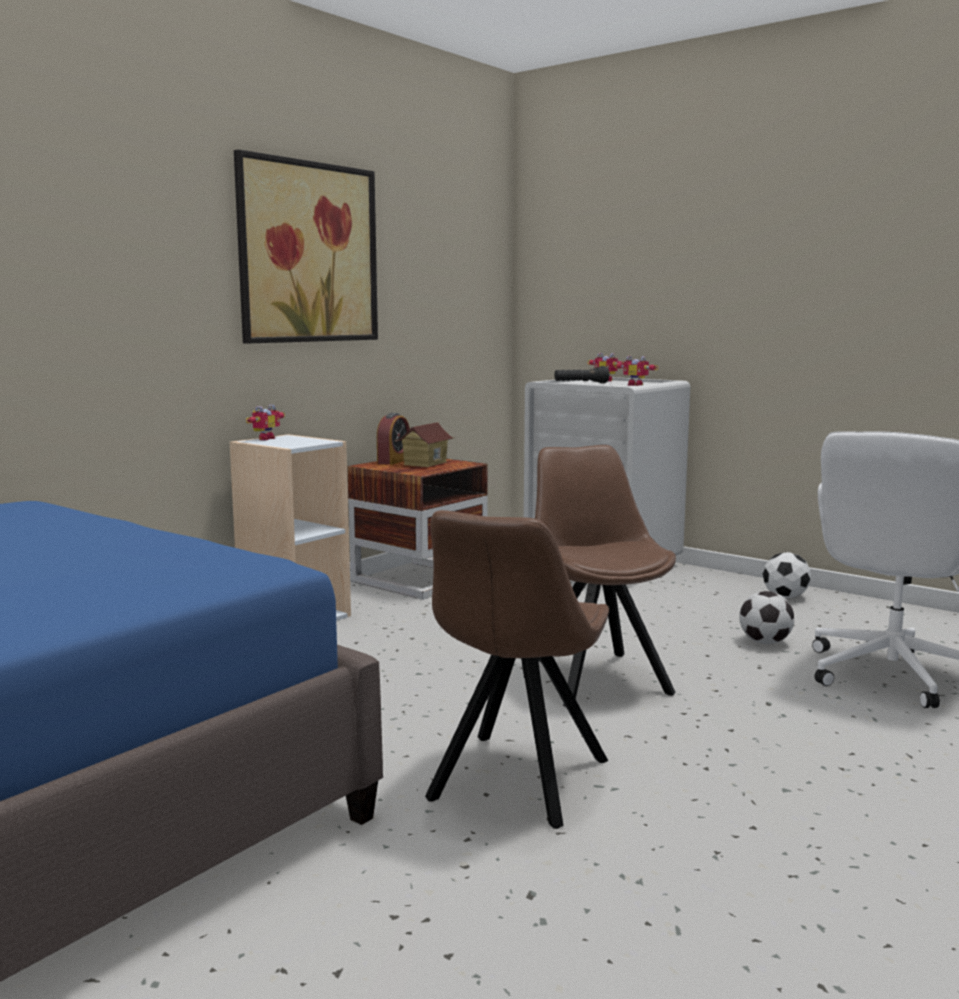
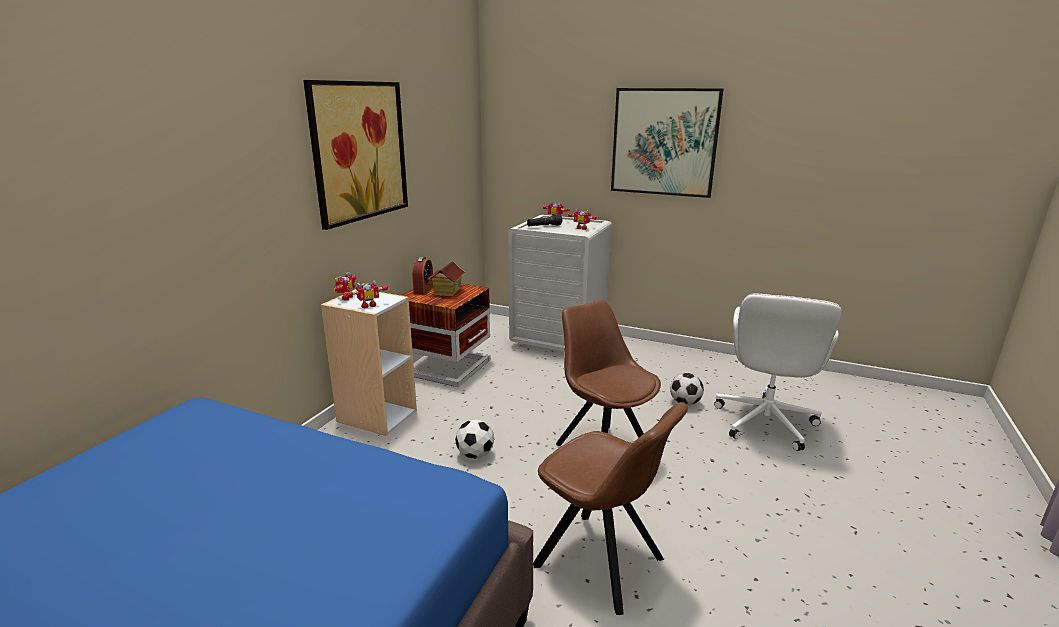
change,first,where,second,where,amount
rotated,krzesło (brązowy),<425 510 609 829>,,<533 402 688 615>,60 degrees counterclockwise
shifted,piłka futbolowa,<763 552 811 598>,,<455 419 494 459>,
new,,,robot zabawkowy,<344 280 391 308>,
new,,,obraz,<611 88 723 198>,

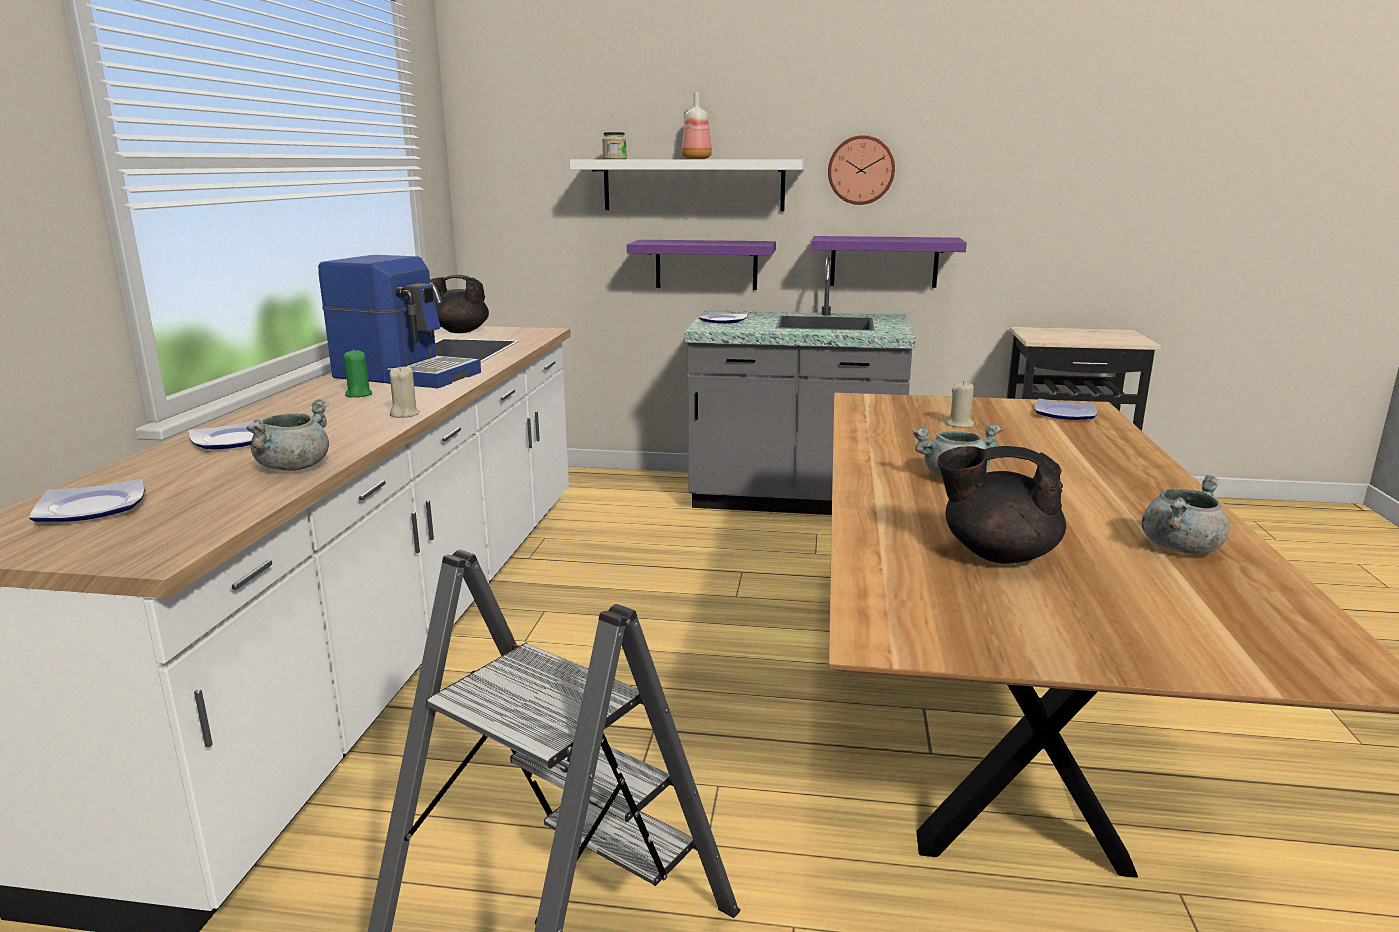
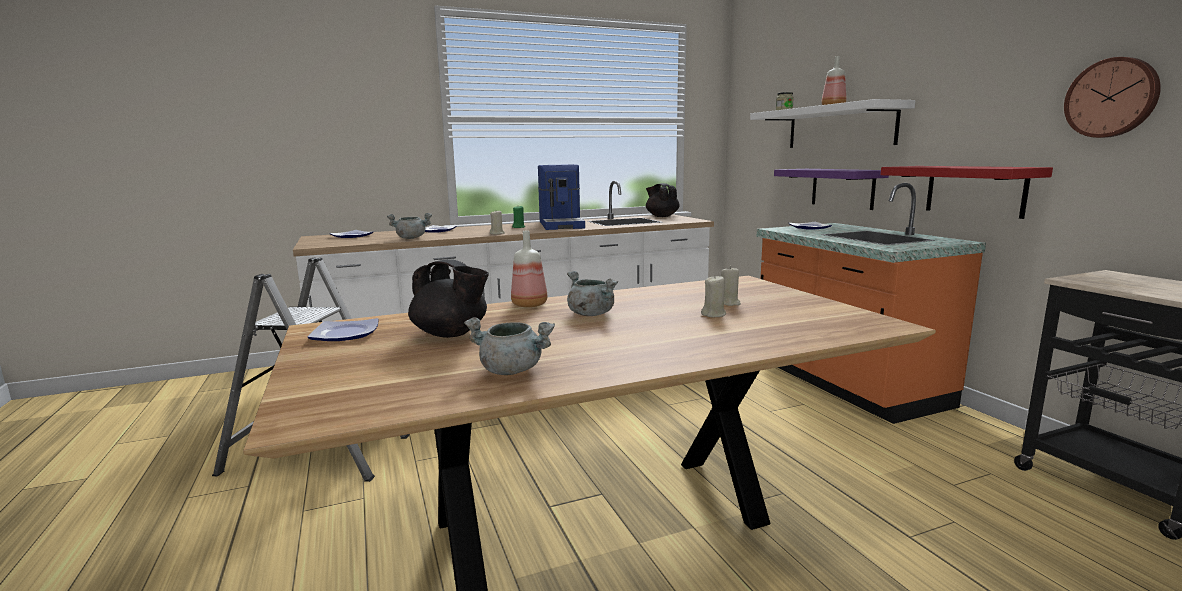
change,first,where,second,where,amount
repainted,zabudowa kuchenna (szary),<685 257 916 515>,zabudowa kuchenna (pomarańczowy),<756 183 986 424>,
repainted,półka (fioletowy),<812 236 967 288>,półka (czerwony),<881 166 1053 219>,
shifted,zegar ścienny,<828 135 895 205>,,<1064 57 1161 138>,
rotated,imbryk (czarny),<938 446 1066 564>,,<408 259 489 338>,135 degrees clockwise
shifted,talerz,<1034 398 1097 420>,,<307 318 379 341>,
new,,,butelka,<511 231 547 307>,
new,,,świeca (beżowy),<701 275 726 317>,

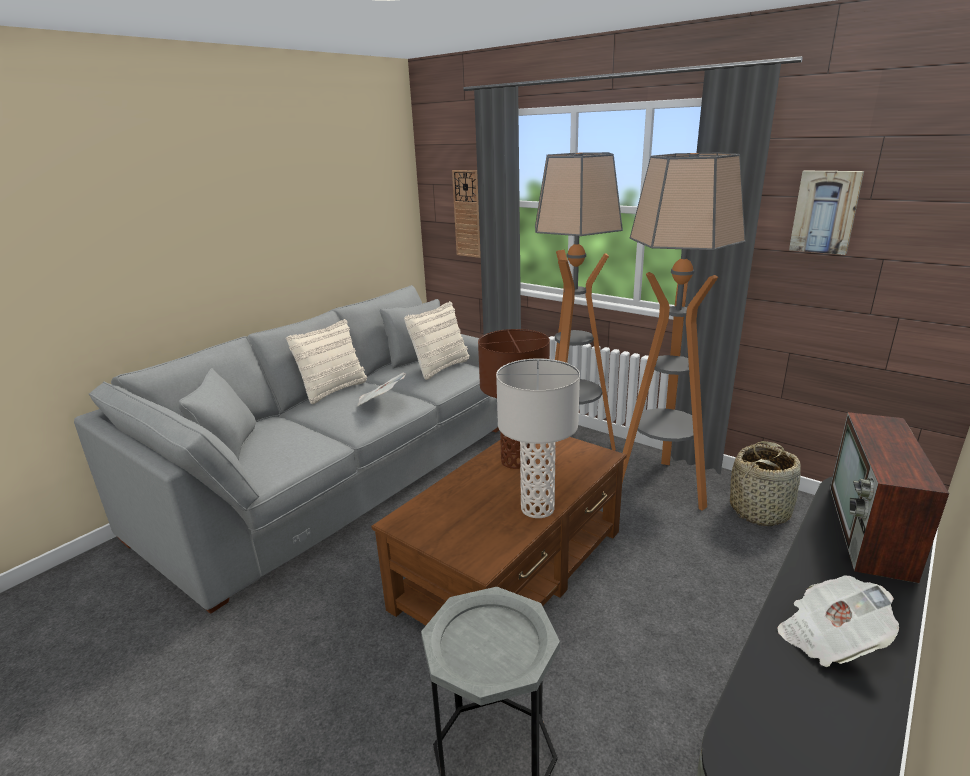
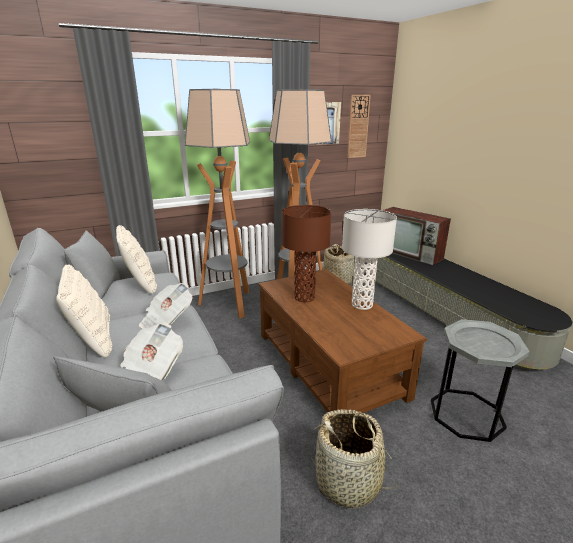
change,first,where,second,where,amount
shifted,zegar ścienny,<452 170 481 258>,,<347 95 371 158>,
shifted,gazeta,<777 576 899 667>,,<120 323 183 380>,
new,,,koszyk,<311 409 400 508>,

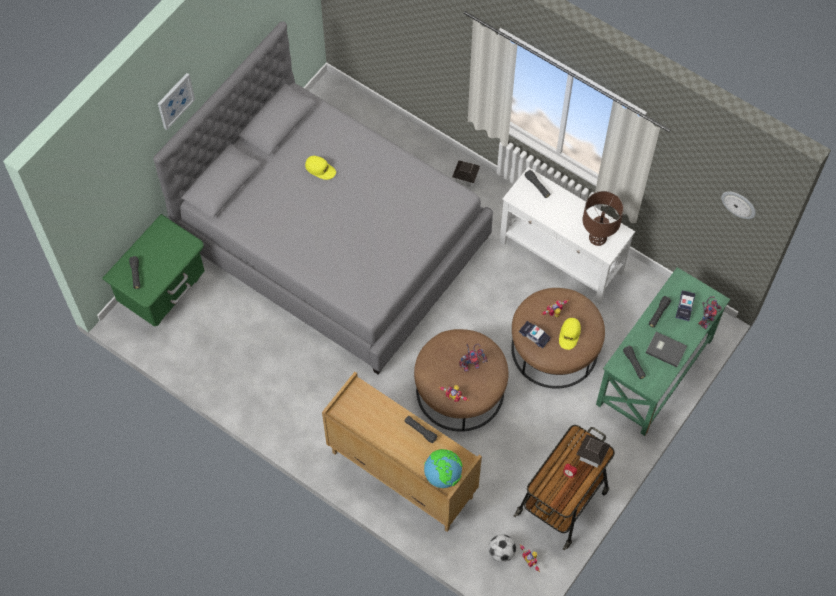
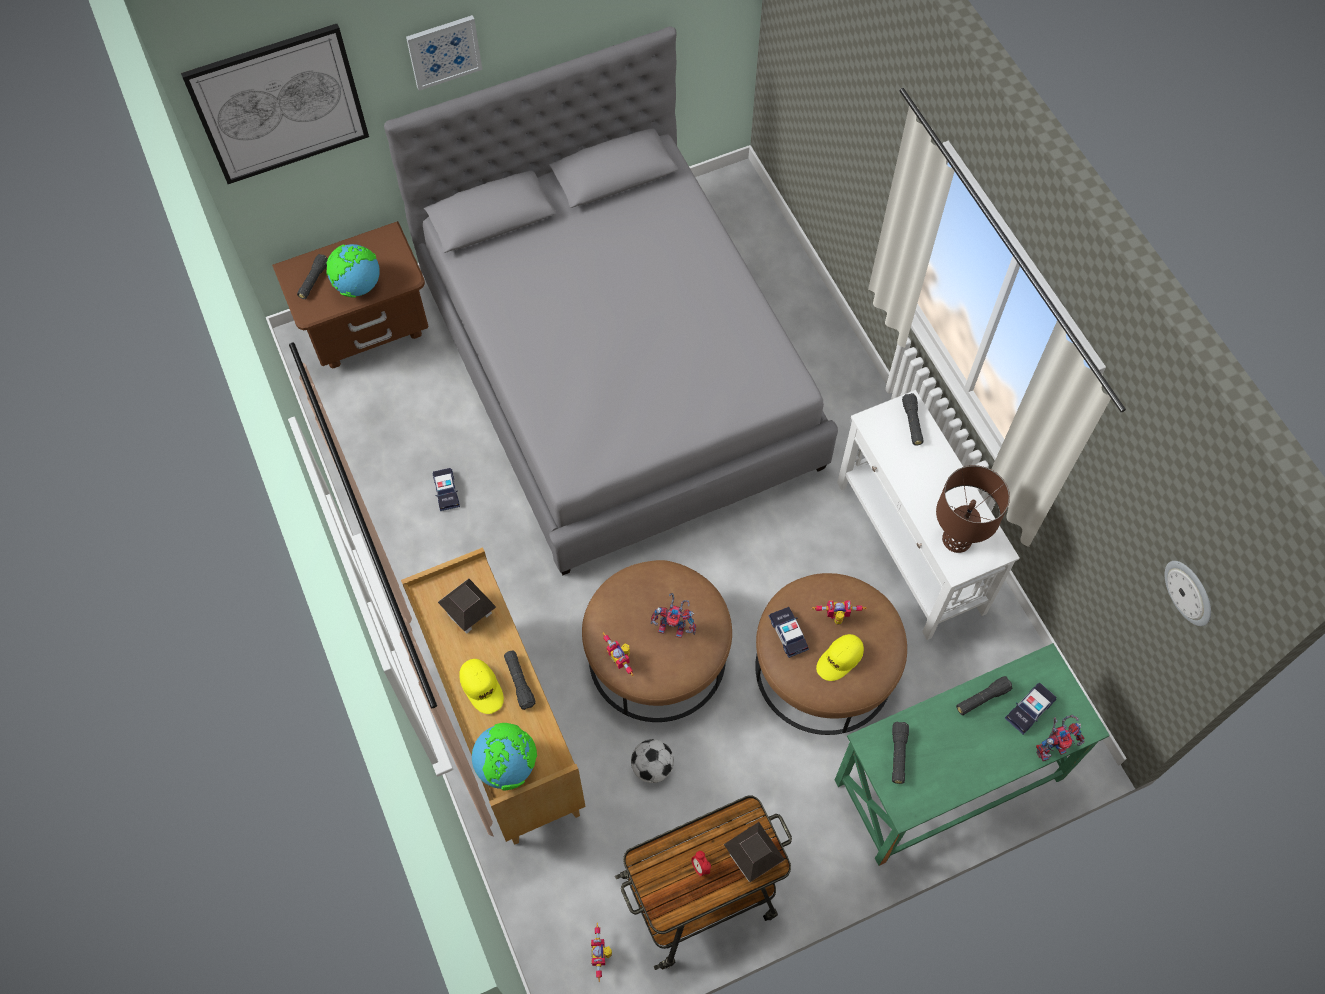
change,first,where,second,where,amount
repainted,szafka nocna (zielony),<102 214 205 326>,szafka nocna (brązowy),<272 221 428 368>,
shifted,czapka z daszkiem (żółty),<305 156 336 180>,,<459 659 504 714>,
shifted,domek,<452 160 480 187>,,<438 579 496 634>,
shifted,piłka futbolowa,<488 534 516 562>,,<631 739 674 783>,
gone,książka (szary),<646 332 687 367>,,,
new,,,obraz,<181 24 369 184>,
new,,,globus,<326 244 380 298>,
new,,,samochodzik,<432 468 460 511>,

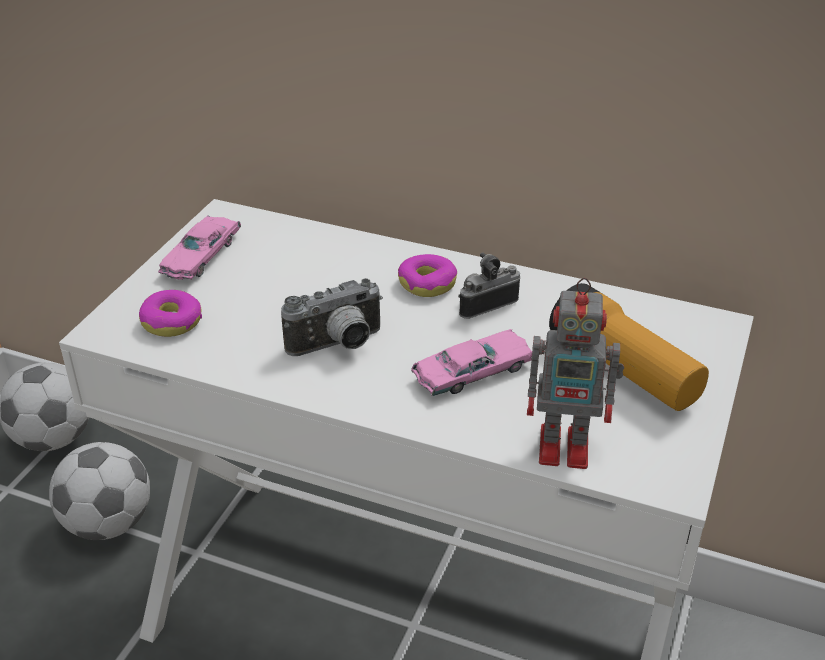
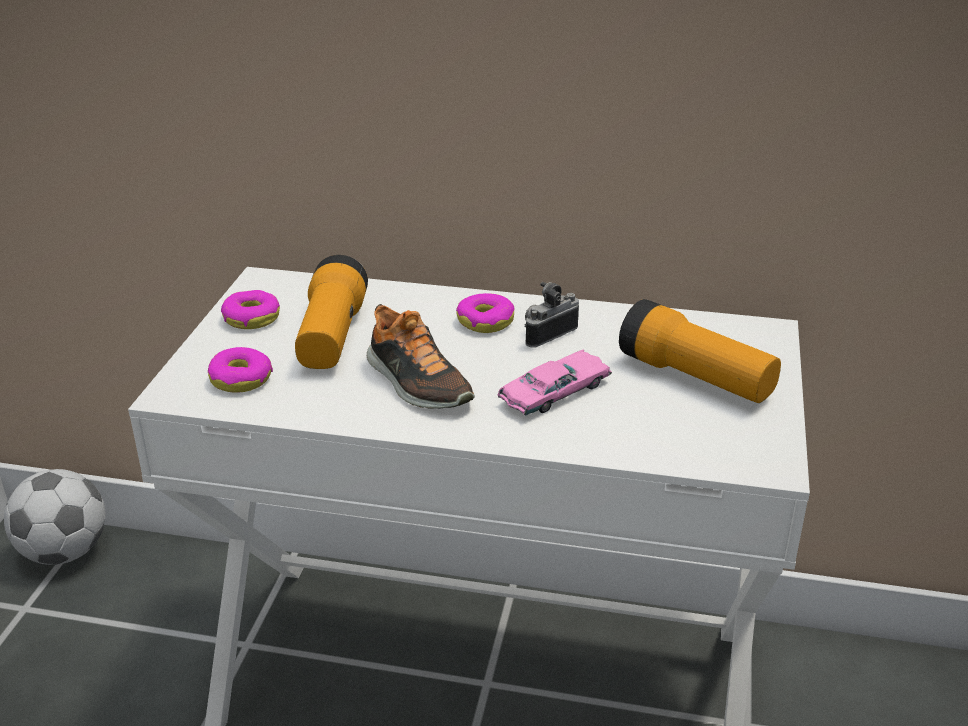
change,first,where,second,where,amount
gone,piłka futbolowa,<49 442 150 540>,,,
swapped,samochodzik (różowy),<158 215 241 280>,donut,<221 290 280 329>,
swapped,aparat fotograficzny,<281 278 383 356>,but,<367 304 475 409>,
gone,robot zabawkowy,<527 278 624 469>,,,
new,,,latarka,<295 255 368 369>,

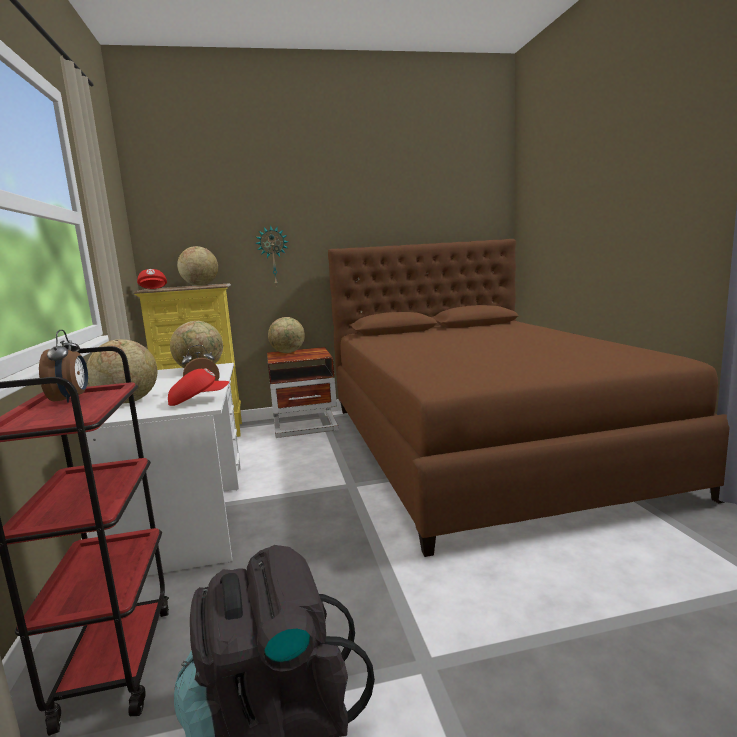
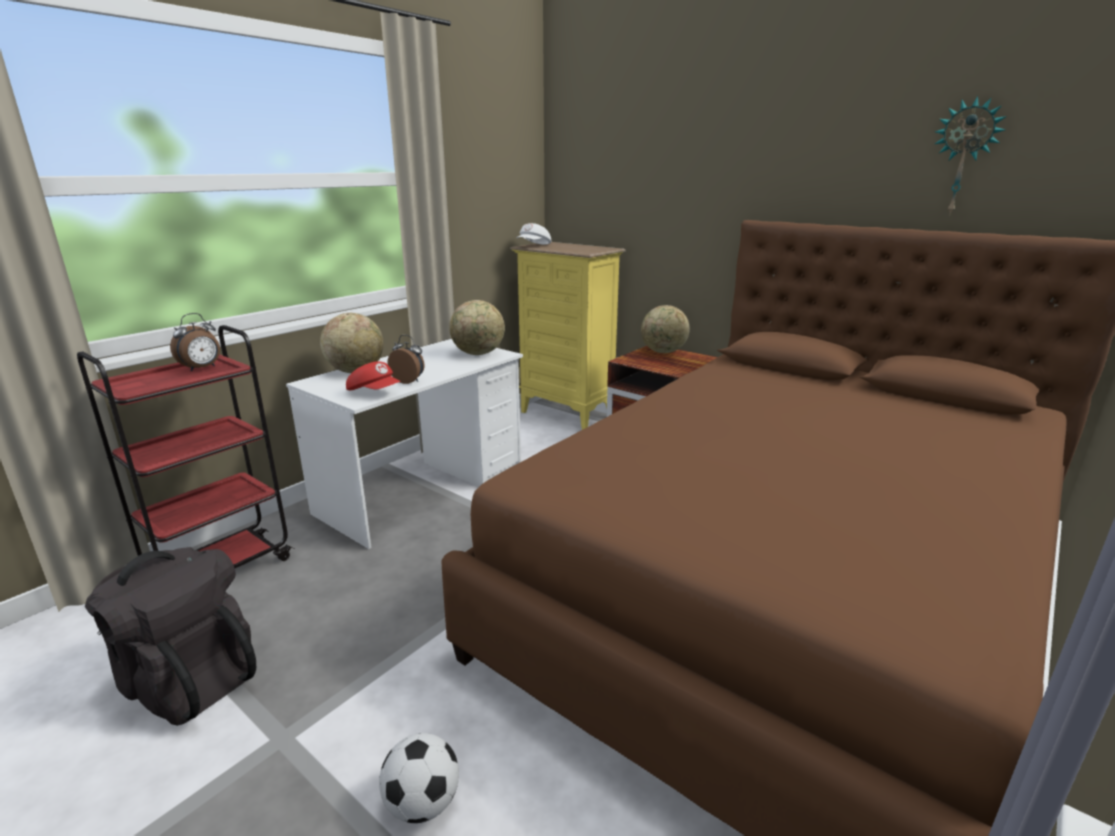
change,first,where,second,where,amount
repainted,czapka z daszkiem (czerwony),<137 269 167 289>,czapka z daszkiem (biały),<517 223 551 245>,
gone,globus,<177 246 218 286>,,,
shifted,zegar ścienny,<255 225 289 287>,,<935 96 1007 216>,
new,,,piłka futbolowa,<379 733 459 823>,

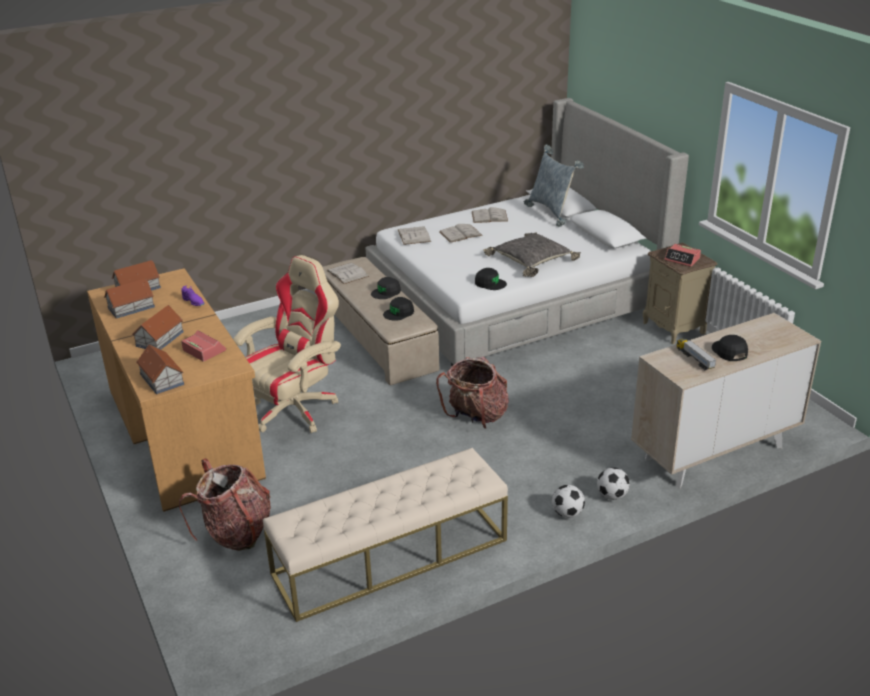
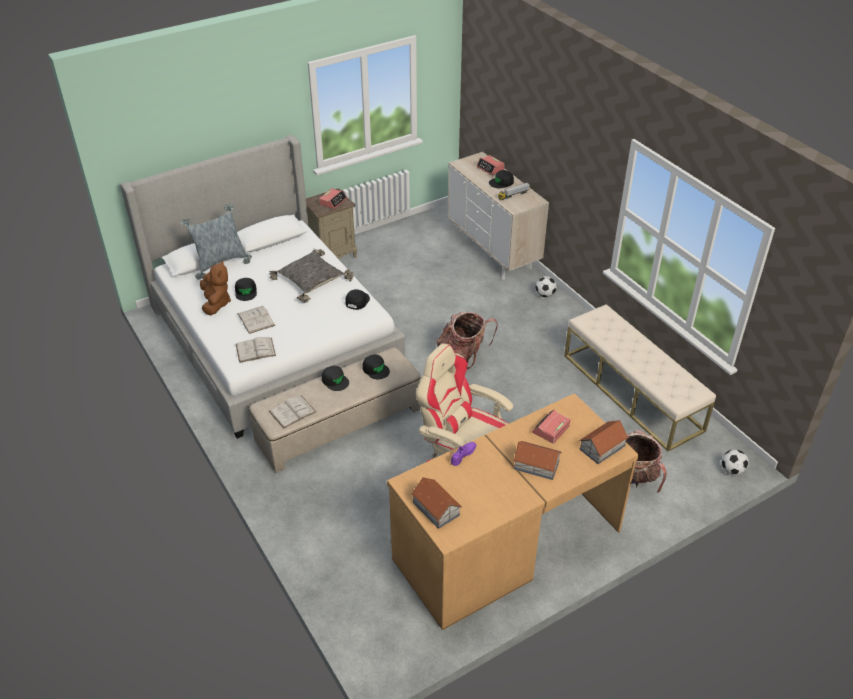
change,first,where,second,where,amount
gone,domek,<104 279 155 319>,,,
swapped,książka (biały),<472 207 508 223>,pluszak (brązowy),<200 261 231 315>,
shifted,piłka futbolowa,<552 485 585 518>,,<722 449 749 475>,
new,,,czapka z daszkiem (czarny),<235 278 257 301>,
new,,,budzik,<476 155 505 175>,

